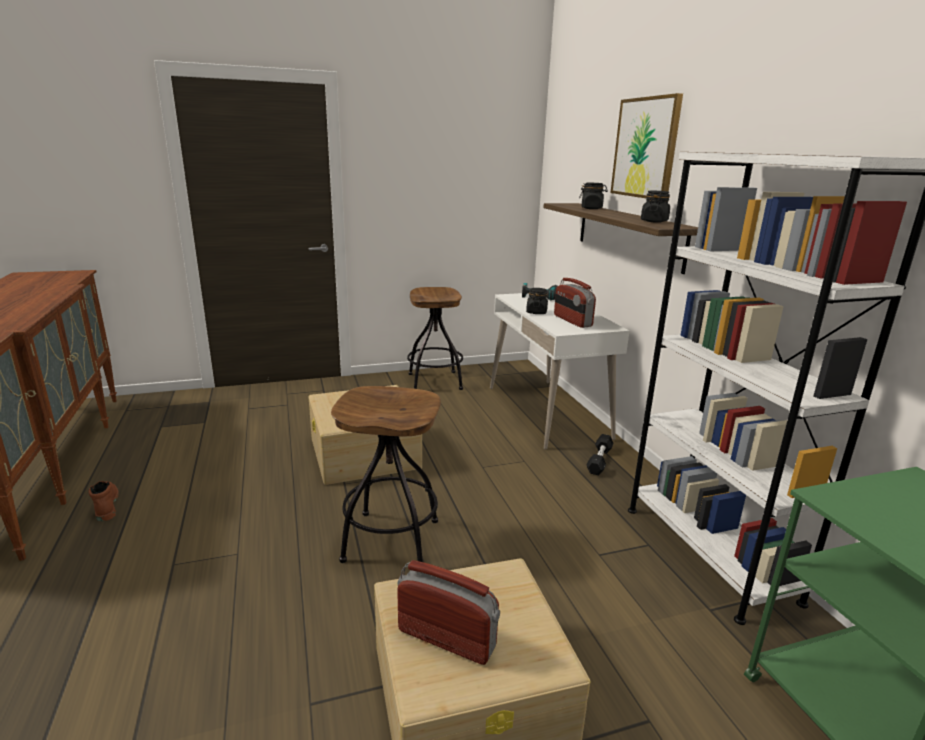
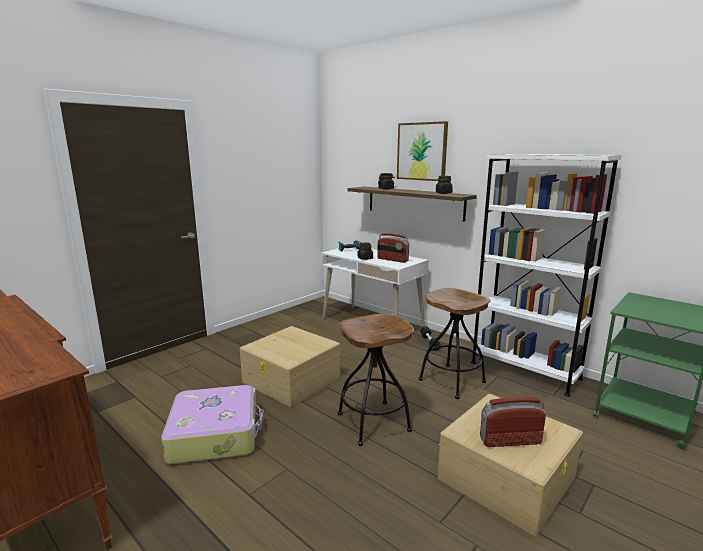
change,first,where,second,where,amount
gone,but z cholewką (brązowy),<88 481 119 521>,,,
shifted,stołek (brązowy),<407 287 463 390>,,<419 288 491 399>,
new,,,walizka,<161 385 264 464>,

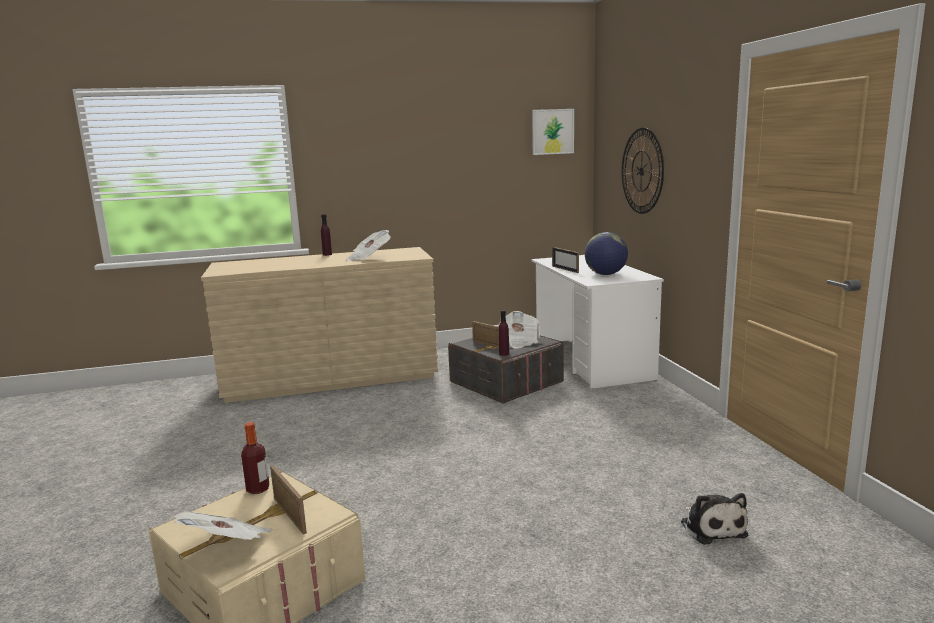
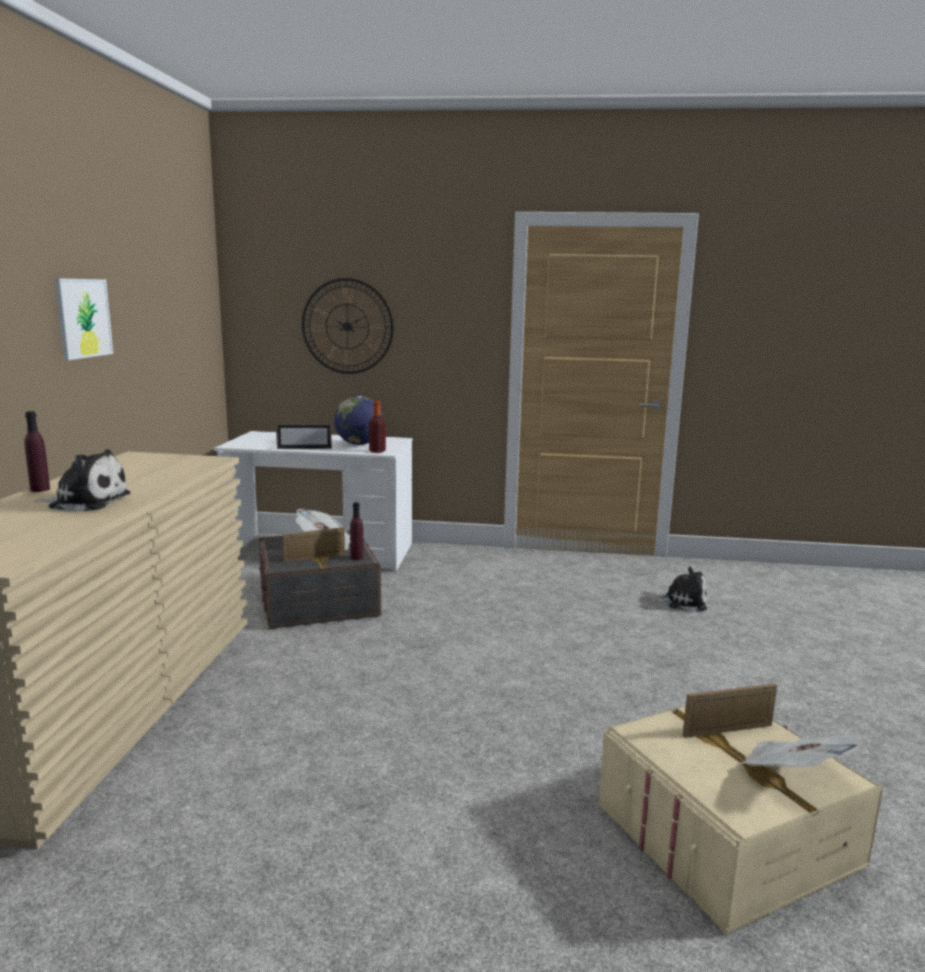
change,first,where,second,where,amount
shifted,butelka,<241 422 269 494>,,<369 401 386 453>,
gone,gazeta,<346 230 391 261>,,,
shifted,obraz,<532 109 574 155>,,<55 278 113 360>,
new,,,pluszak,<34 449 130 512>,

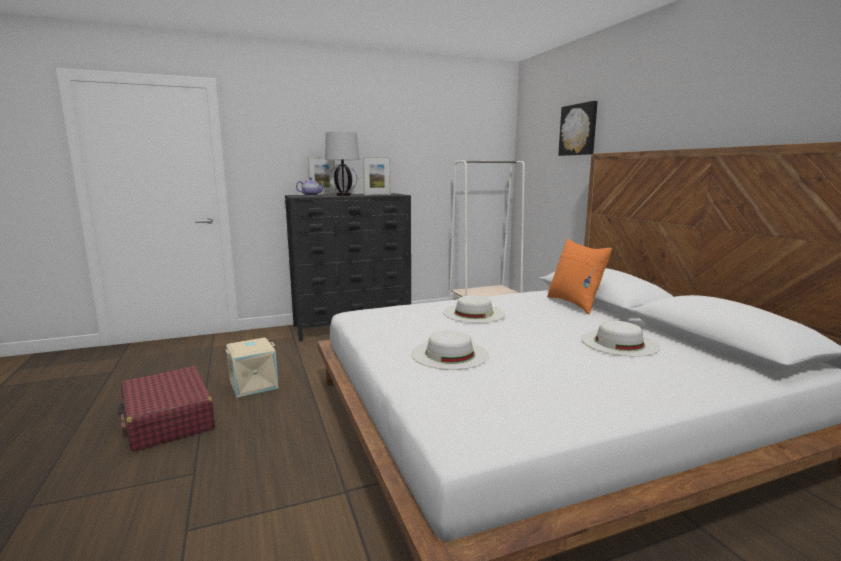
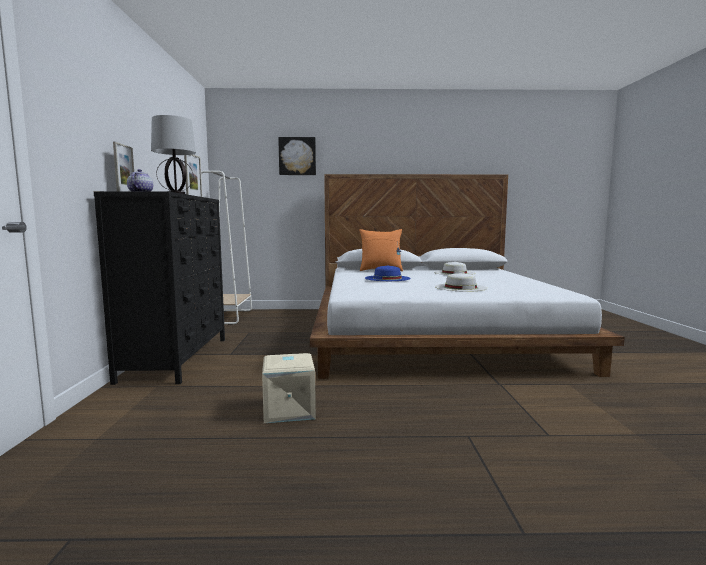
change,first,where,second,where,amount
gone,walizka (czerwony),<118 366 215 452>,,,
repainted,kapelusz (biały),<443 295 505 323>,kapelusz (niebieski),<365 266 411 281>,

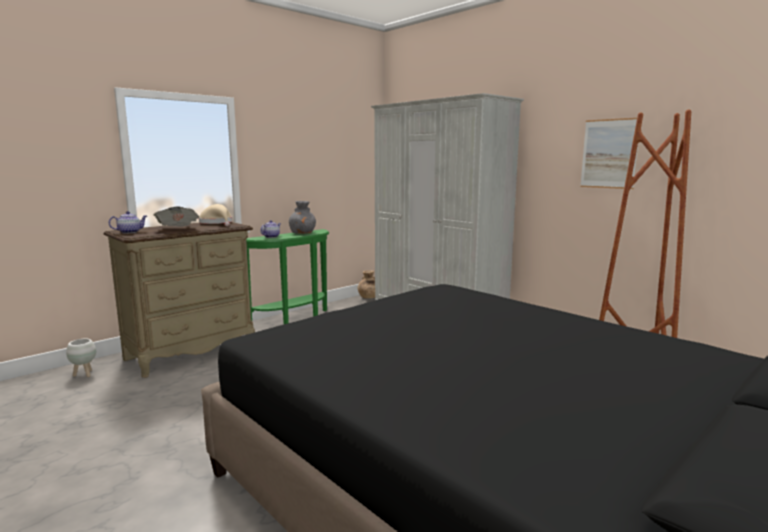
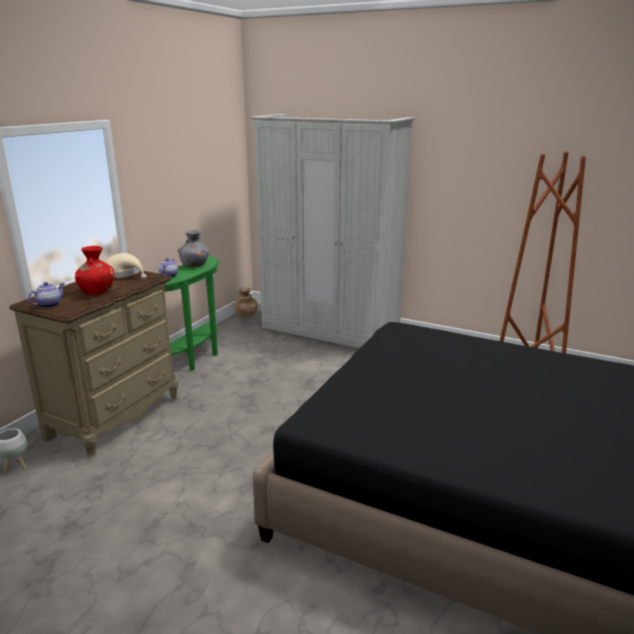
change,first,where,second,where,amount
swapped,gazeta,<153 207 199 227>,wazon (czerwony),<75 246 114 295>,
gone,obraz,<580 118 638 189>,,,

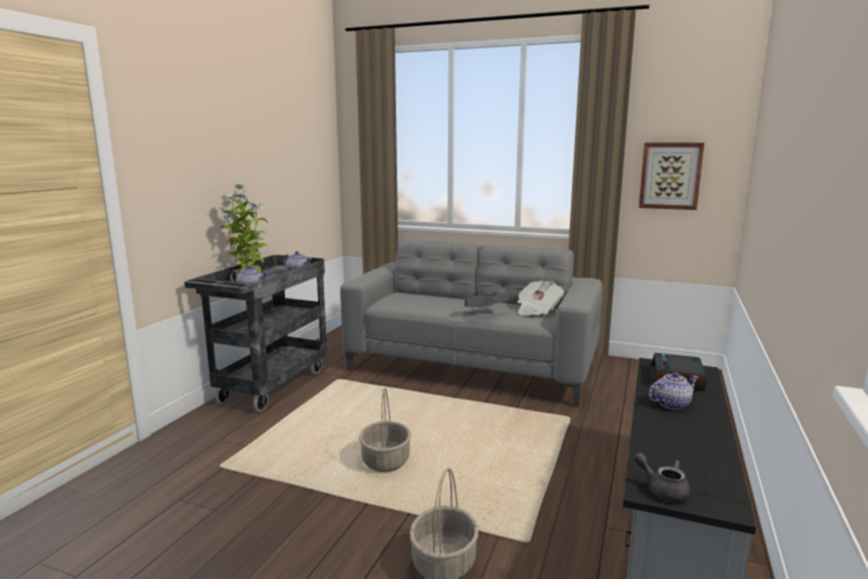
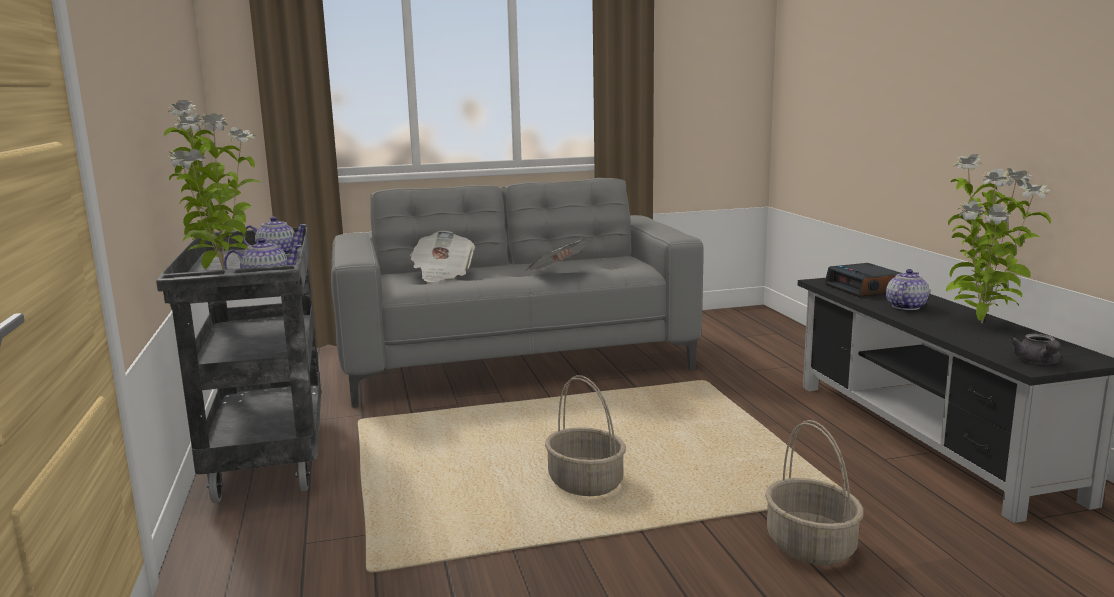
change,first,where,second,where,amount
shifted,gazeta,<517 281 564 315>,,<410 231 475 282>,
rotated,imbryk (szary),<633 452 691 502>,,<1010 334 1061 364>,90 degrees counterclockwise
gone,obraz,<639 143 704 210>,,,
new,,,roślina doniczkowa,<946 154 1051 323>,

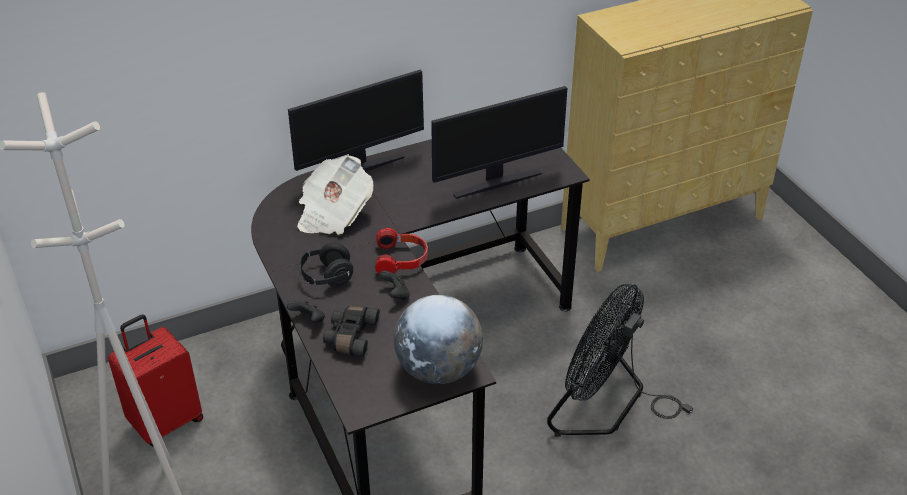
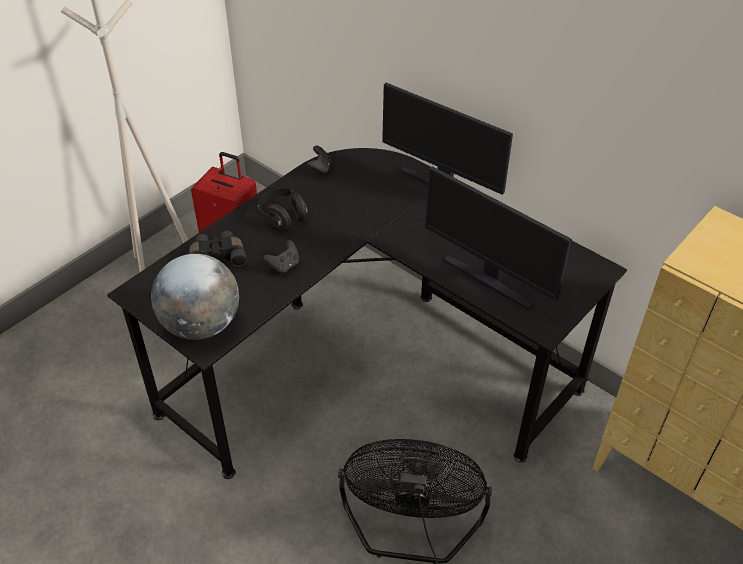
change,first,where,second,where,amount
shifted,pad do gier (czarny),<287 301 325 323>,,<307 146 332 175>,
gone,gazeta,<298 156 373 235>,,,
gone,słuchawki,<375 228 428 274>,,,

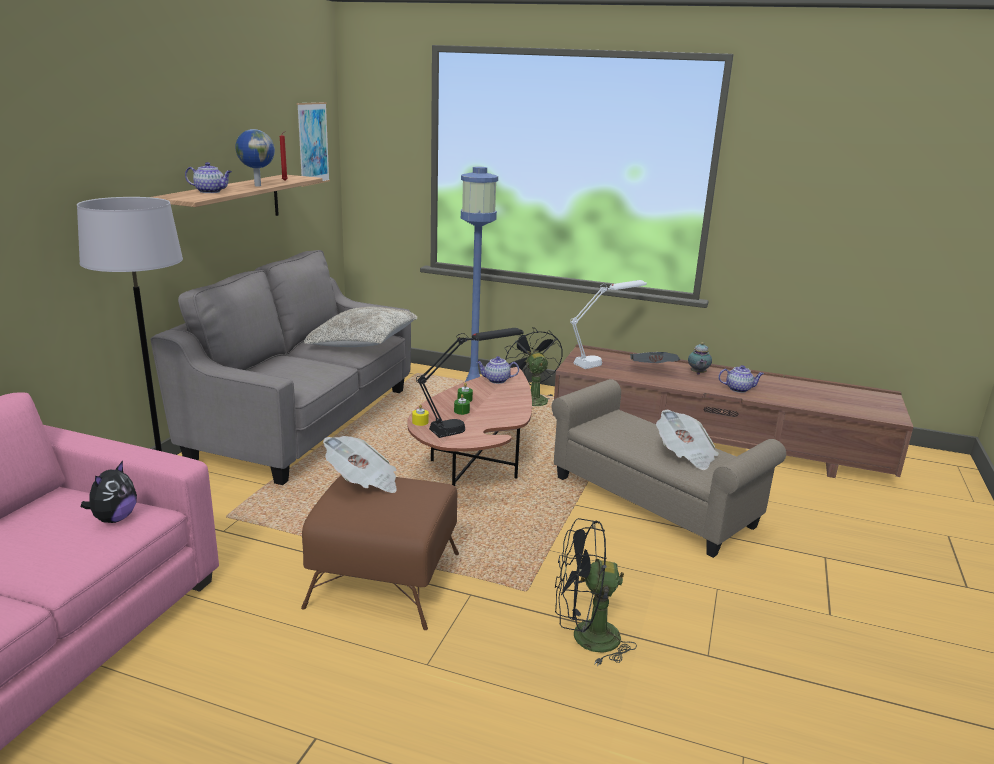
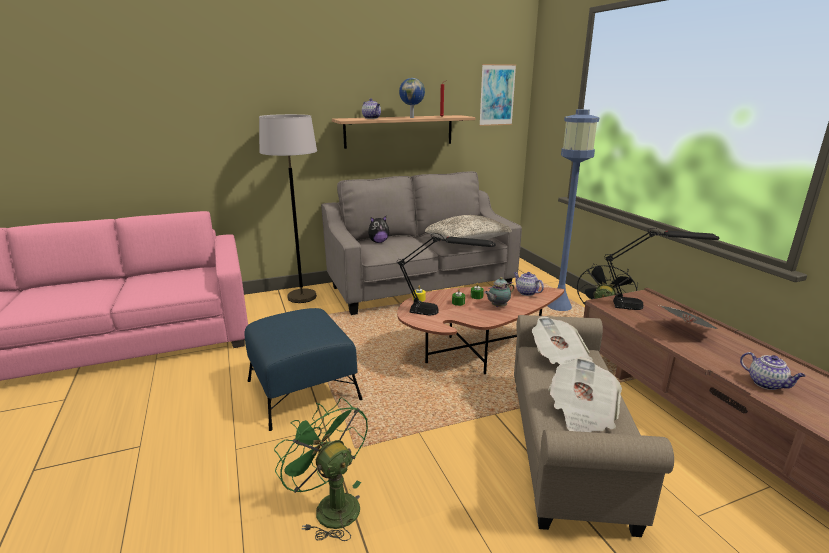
change,first,where,second,where,amount
shifted,pluszak,<81 461 137 523>,,<368 216 389 243>,
repainted,pufa (brązowy),<301 475 459 630>,pufa (niebieski),<245 308 362 431>,
shifted,gazeta,<323 436 396 493>,,<532 316 593 365>,
repainted,wentylator (czarny),<555 518 637 666>,wentylator (zielony),<274 397 368 541>,
repainted,lampa stołowa (biały),<570 280 647 369>,lampa stołowa (czarny),<604 228 720 310>,
shifted,imbryk,<688 342 712 375>,,<484 277 514 307>,

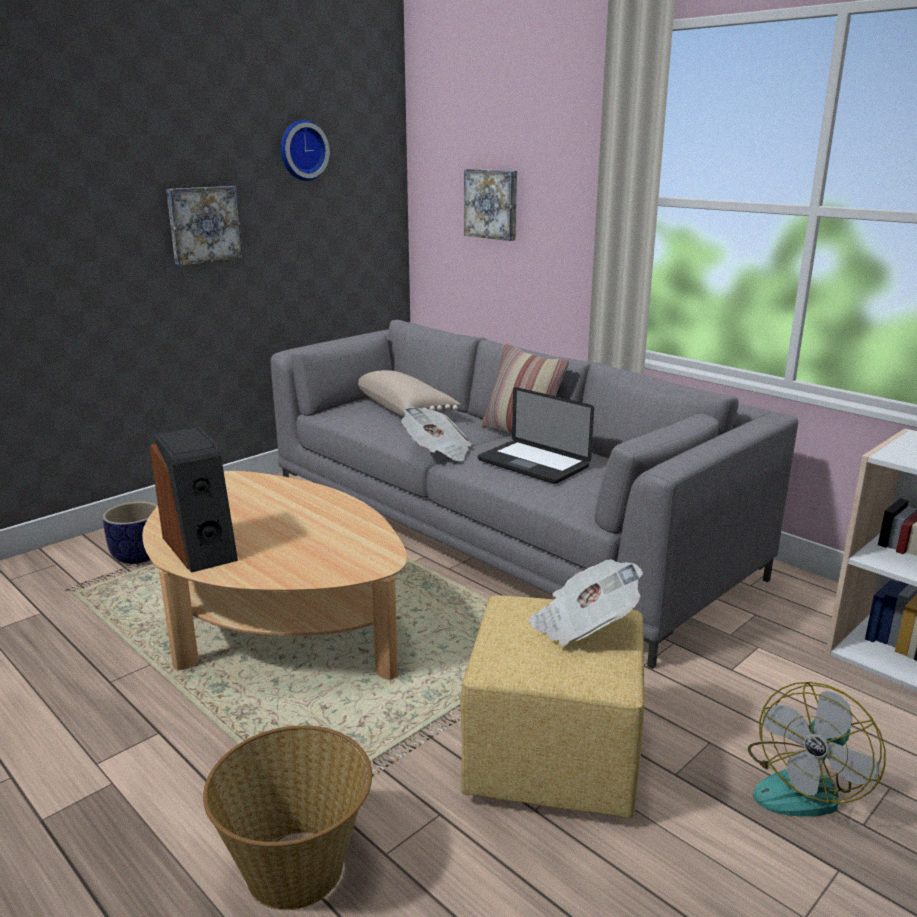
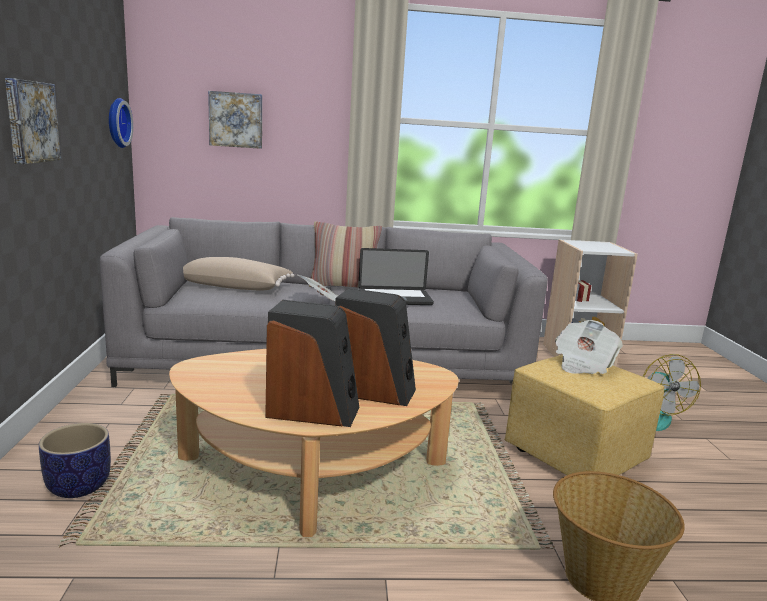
change,first,where,second,where,amount
shifted,zegar ścienny,<280 120 330 181>,,<109 98 133 148>,
new,,,głośnik,<335 288 416 406>,

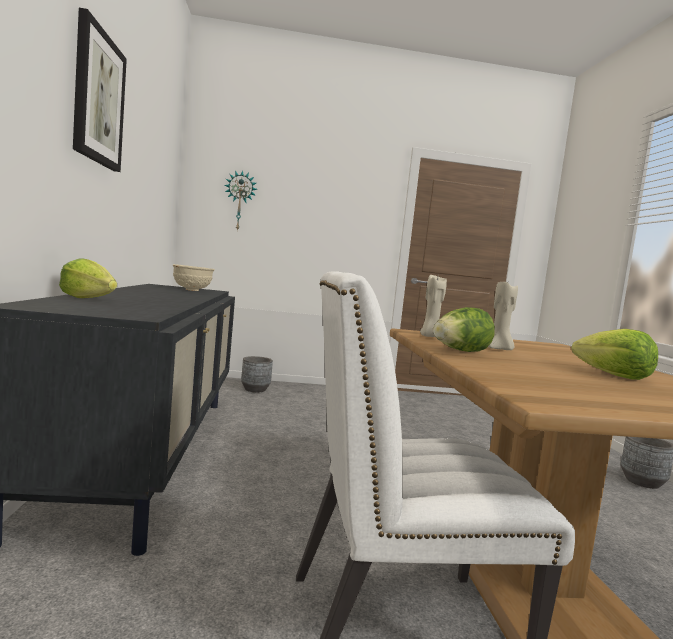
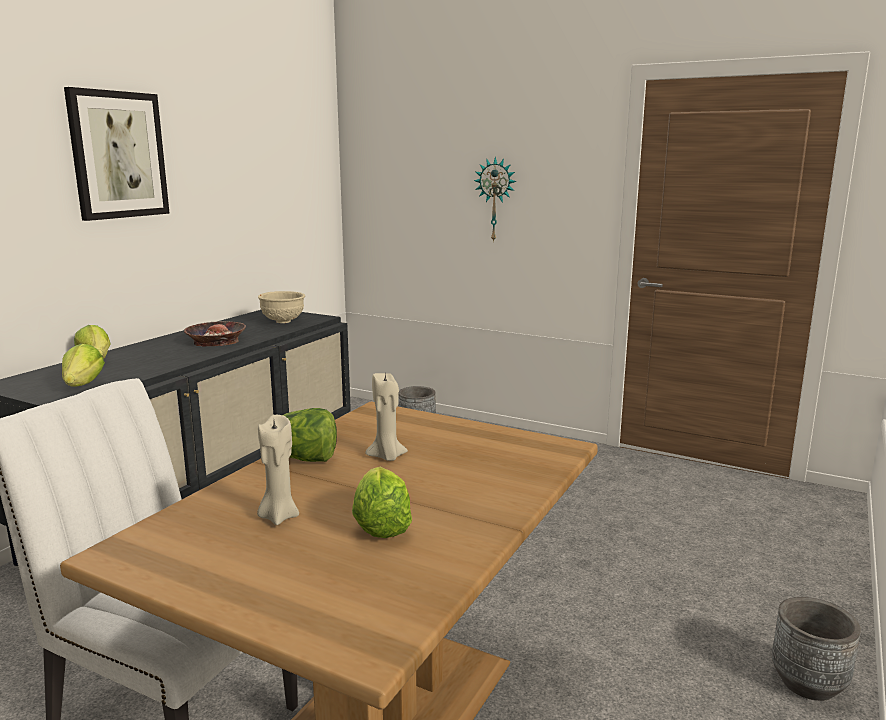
change,first,where,second,where,amount
shifted,zegar ścienny,<224 170 258 231>,,<474 156 516 243>,
shifted,świeca (beżowy),<420 275 447 337>,,<257 415 299 525>,
new,,,sałata,<62 344 105 387>,
new,,,miska,<184 321 246 346>,

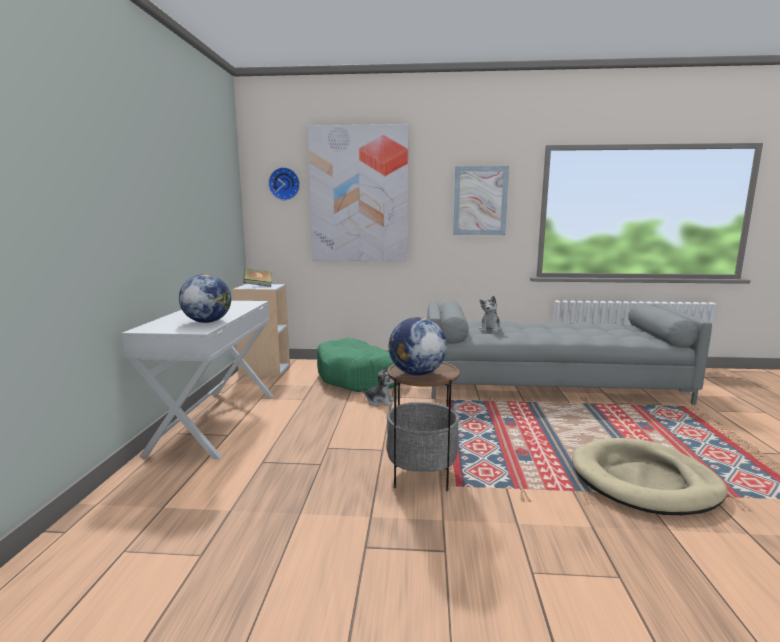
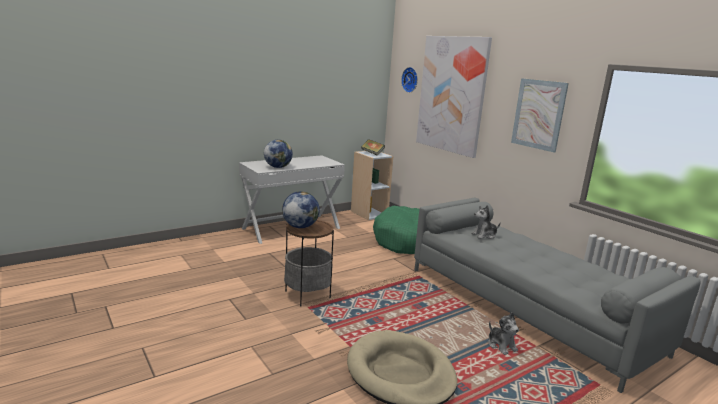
change,first,where,second,where,amount
shifted,pluszak,<361 365 394 407>,,<488 312 519 355>,

